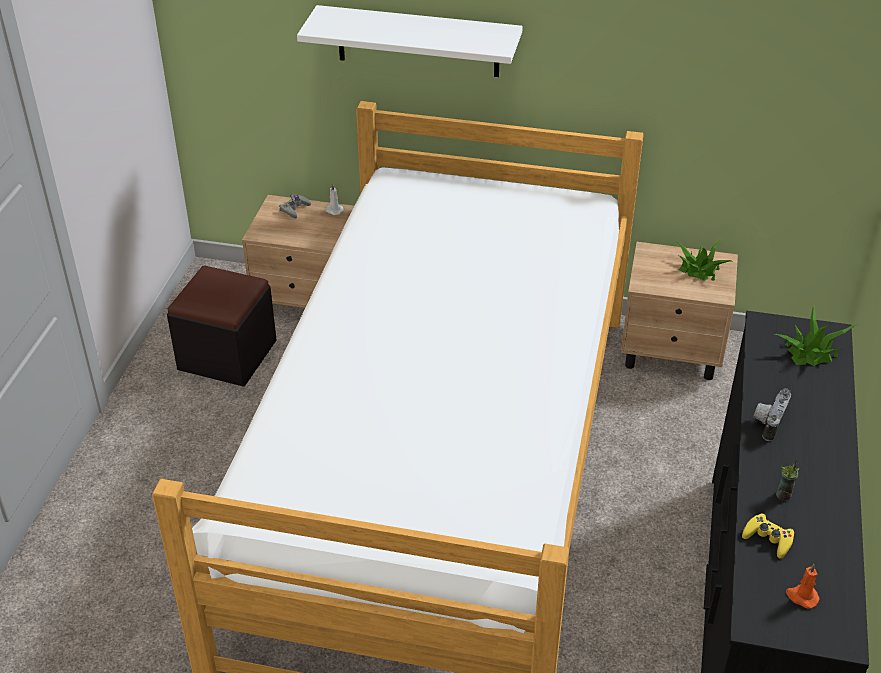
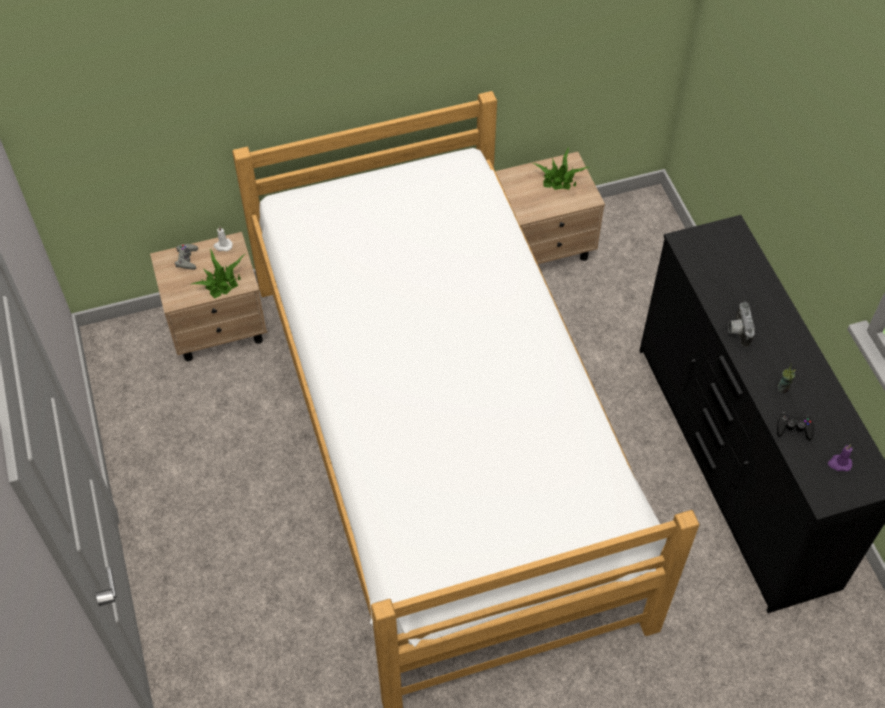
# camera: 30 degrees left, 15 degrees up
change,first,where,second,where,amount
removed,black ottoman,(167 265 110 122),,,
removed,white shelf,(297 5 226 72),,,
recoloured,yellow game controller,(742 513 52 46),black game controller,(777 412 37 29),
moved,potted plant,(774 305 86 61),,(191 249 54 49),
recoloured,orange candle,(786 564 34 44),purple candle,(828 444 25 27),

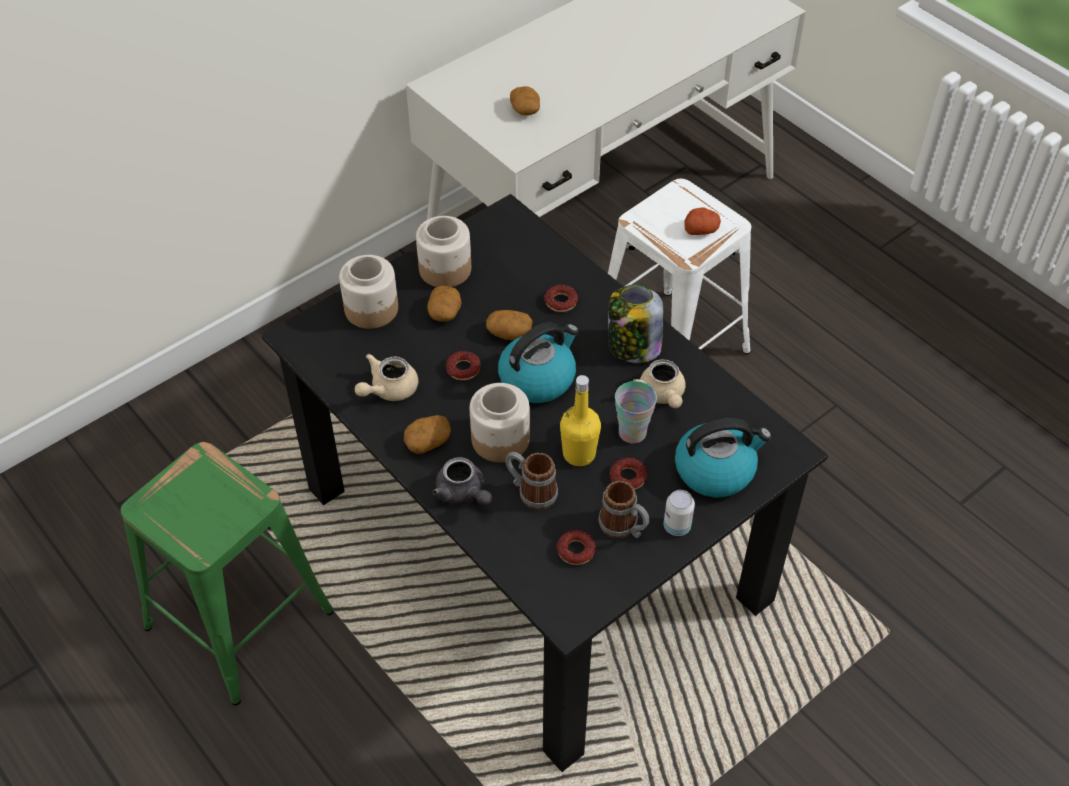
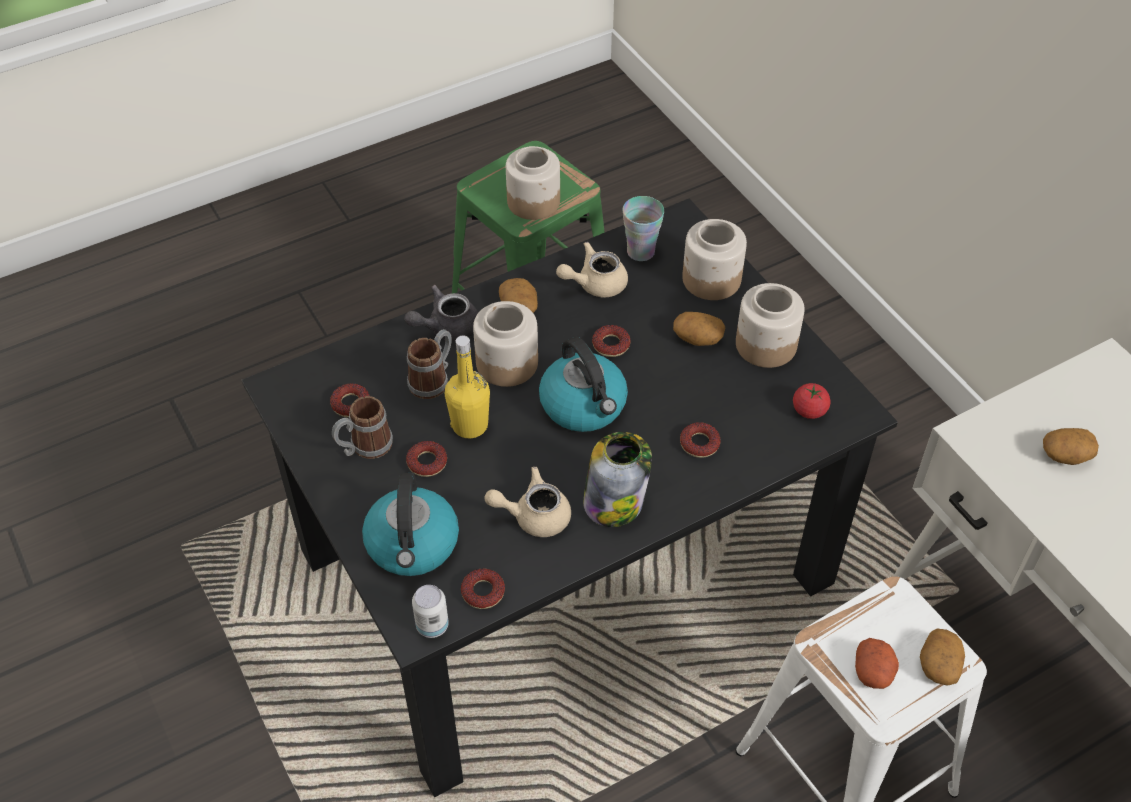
# camera: 100 degrees right, 0 degrees up
change,first,where,second,where,amount
turned,beige teapot,(355 354 63 47),,(556 242 72 55),75 degrees counterclockwise
moved,potato,(486 310 46 30),,(920 628 45 58),
moved,cup,(615 381 42 62),,(623 196 41 65),
moved,can,(664 490 31 46),,(412 585 37 53),
added,,,donut,(461 568 44 41),
added,,,jar,(506 146 54 74),
added,,,tomato,(793 383 37 36),

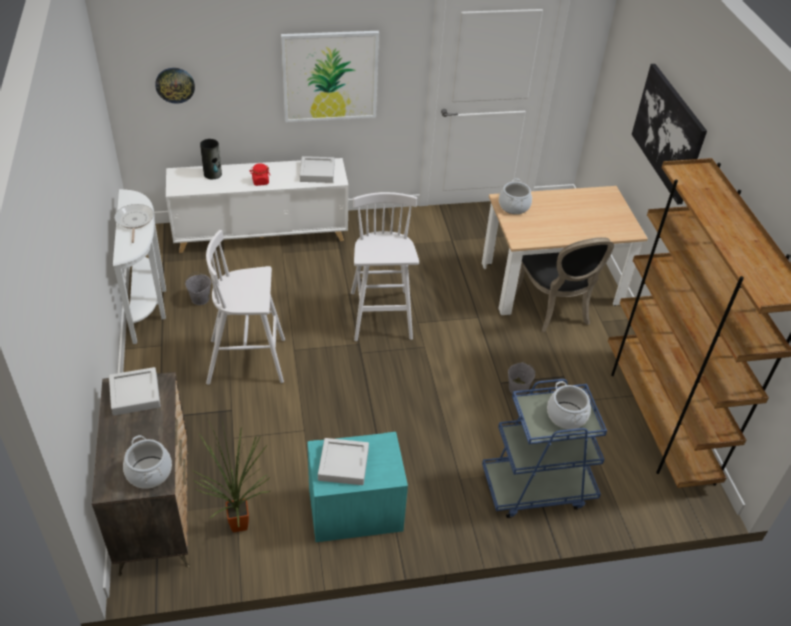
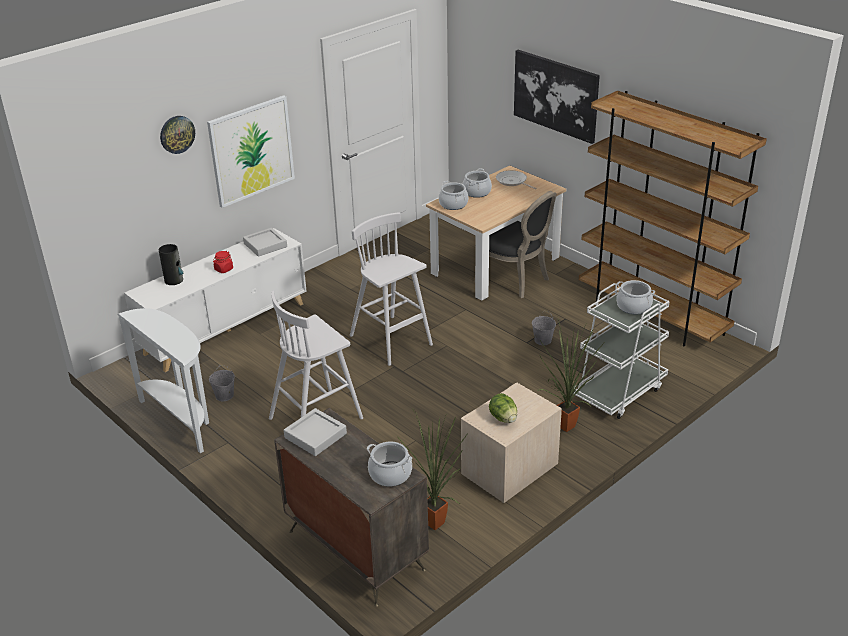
# camera: 30 degrees left, 10 degrees down
change,first,where,second,where,amount
moved,frying pan,(114 204 40 39),,(496 170 40 19),
moved,wall clock,(155 68 40 36),,(160 116 35 38),
recoloured,turquoise nightstand,(307 432 101 110),beige nightstand,(461 383 101 120),
replaced,grey tray,(318 438 51 47),lettuce,(489 393 28 30),
recoloured,blue cart,(482 379 125 139),white cart,(573 283 97 136),
added,,,cooking pot,(463 169 29 29),
added,,,potted plant,(537 320 67 112),

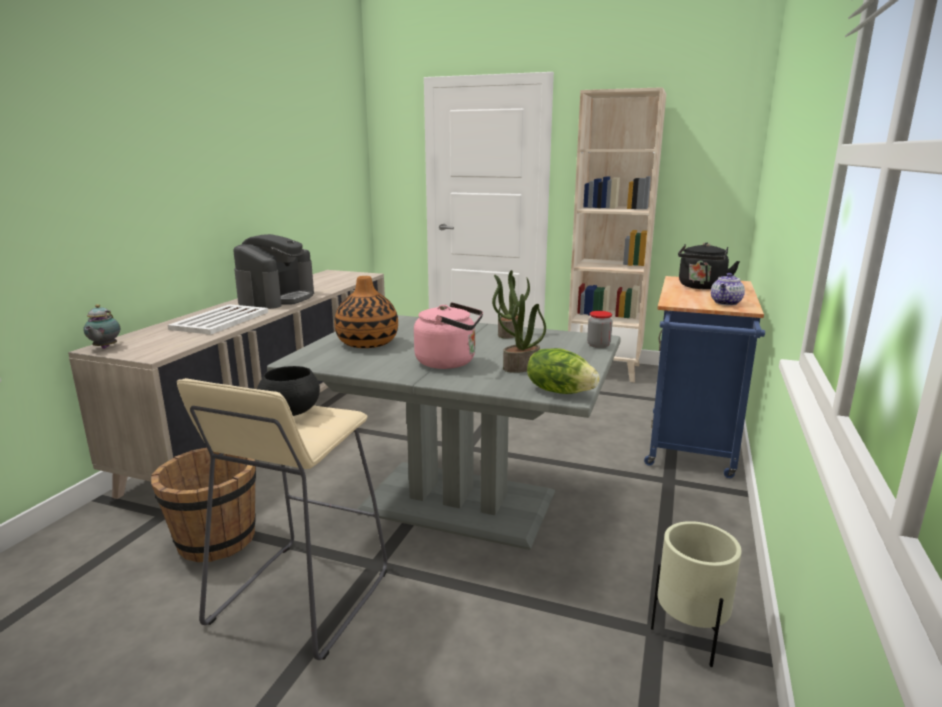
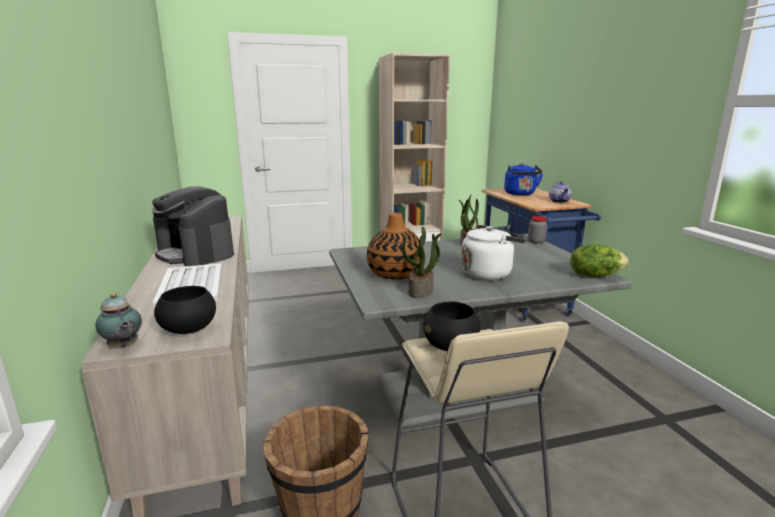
# camera: 35 degrees left, 0 degrees up
change,first,where,second,where,amount
turned,coffee machine,(233 234 81 75),,(152 186 82 80),150 degrees clockwise
recoloured,pink kettle,(414 302 69 67),white kettle,(461 224 65 56),
moved,potted plant,(498 294 48 79),,(402 226 40 72),
removed,beige planter,(651 521 91 146),,,
recoloured,black kettle,(678 243 62 47),blue kettle,(504 163 39 32),
added,,,black bowl,(154 286 62 48),

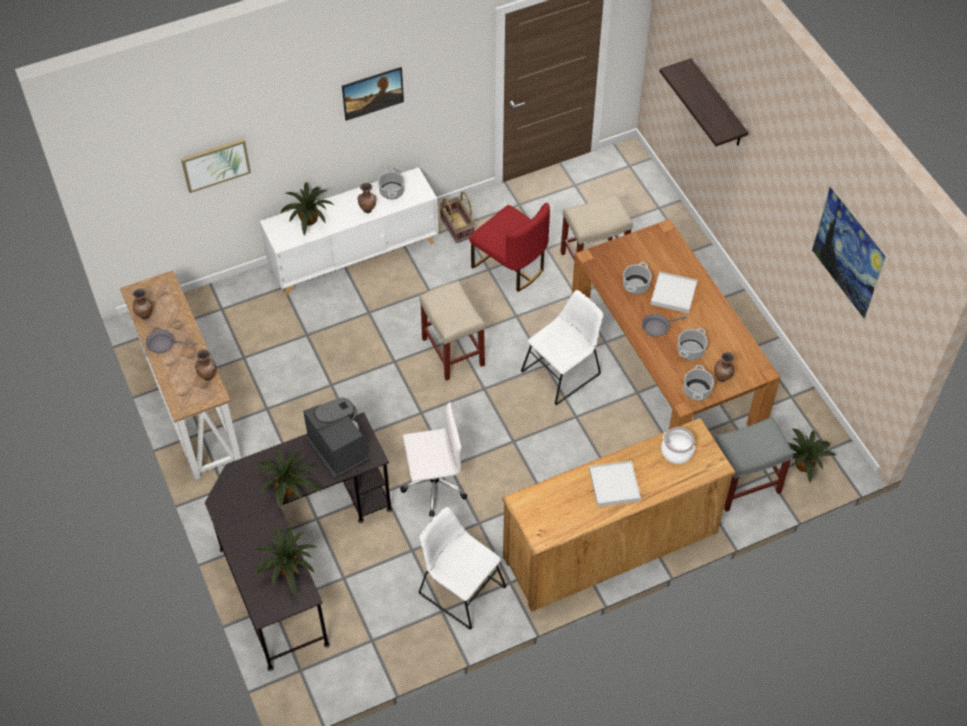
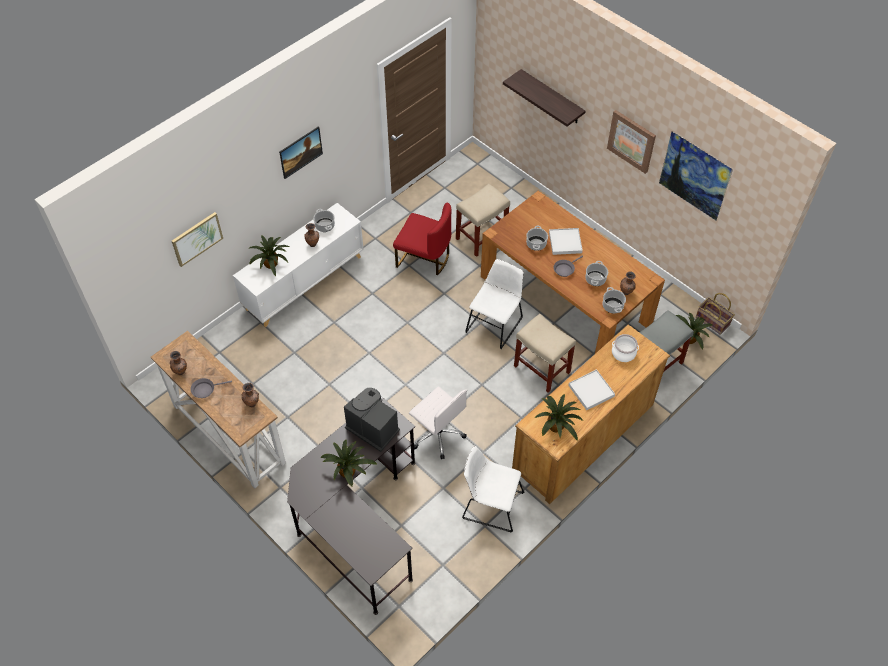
# camera: 20 degrees left, 0 degrees up
change,first,where,second,where,amount
moved,potted plant,(255 528 61 67),,(535 394 48 47),
turned,white office chair,(400 402 67 115),,(409 386 58 73),75 degrees clockwise
moved,beige stool,(419 281 66 100),,(514 314 62 79),
moved,basket,(439 191 36 52),,(696 293 39 42),
added,,,picture,(607 110 49 64),

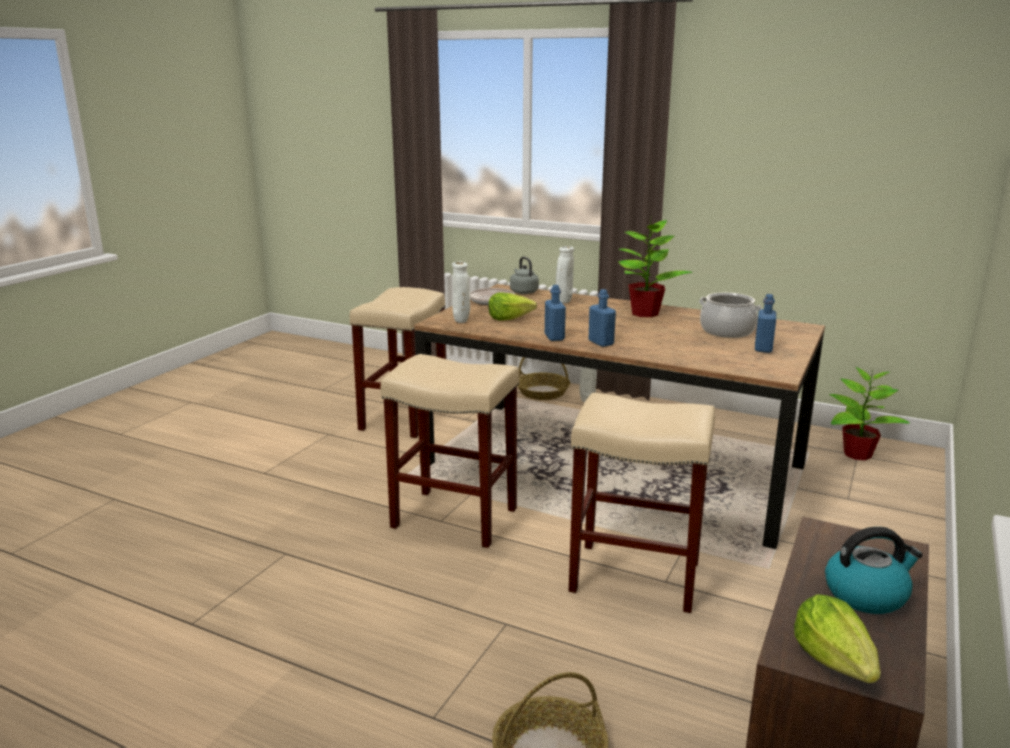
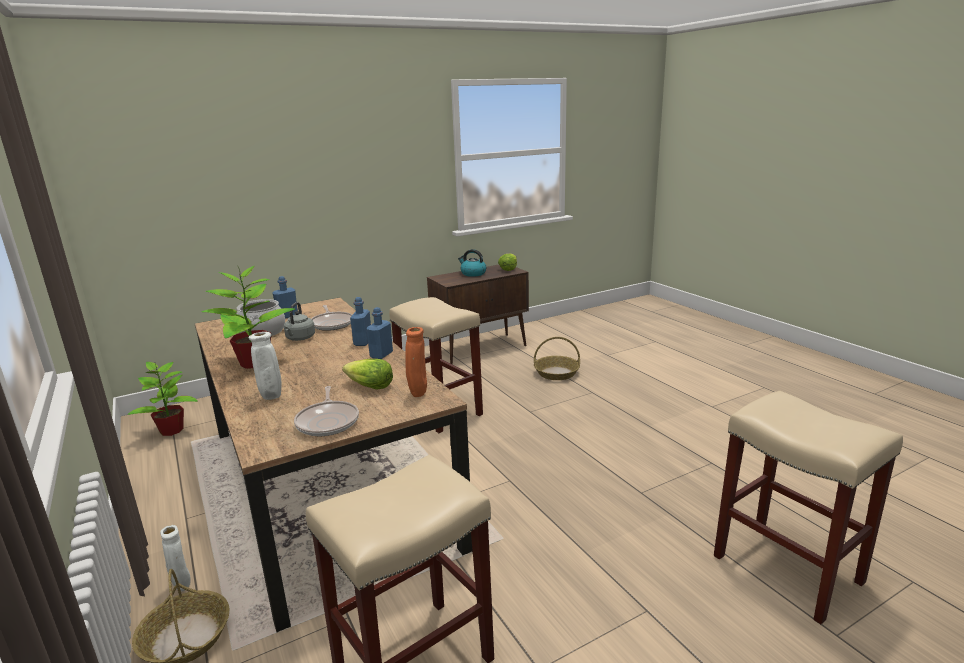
# camera: 145 degrees left, 0 degrees up
change,first,where,second,where,amount
moved,beige stool,(380 354 139 194),,(714 391 189 233),
recoloured,white vase,(452 262 18 61),orange vase,(405 327 22 70),
moved,grey kettle,(510 257 29 37),,(284 302 31 39),
added,,,frying pan,(311 305 41 26),

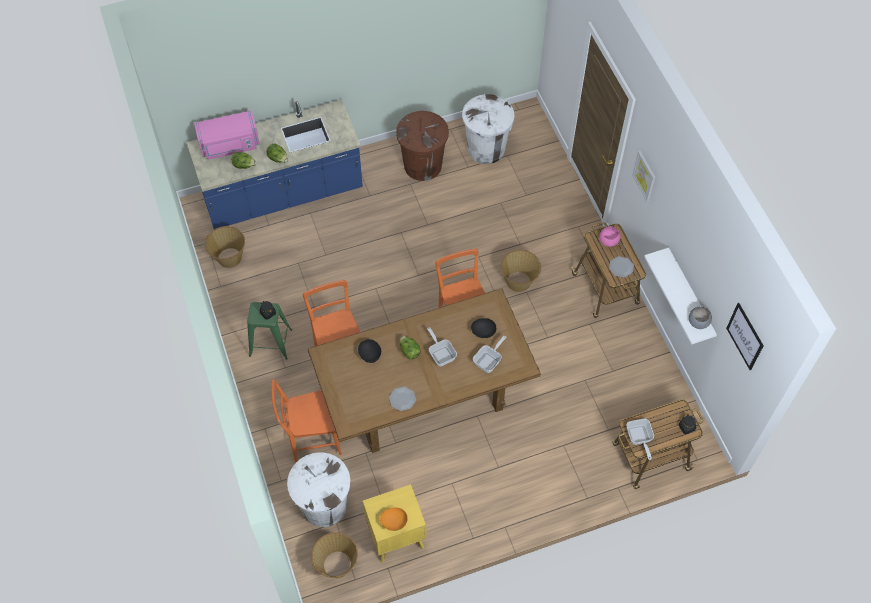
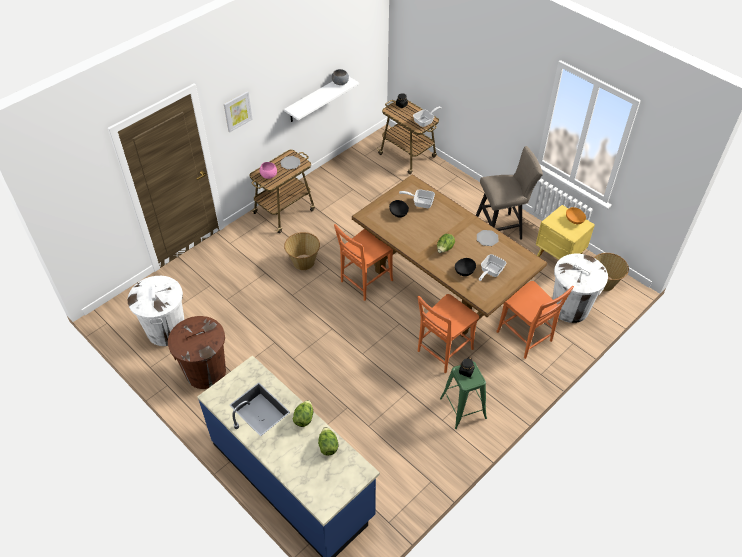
# camera: 115 degrees left, 10 degrees down
change,first,where,second,where,amount
removed,pink microwave,(194 110 66 50),,,
removed,basket,(205 226 40 42),,,
moved,frying pan,(427 327 30 39),,(479 254 28 27),
removed,picture,(726 303 38 67),,,
added,,,beige stool,(476 146 67 94),

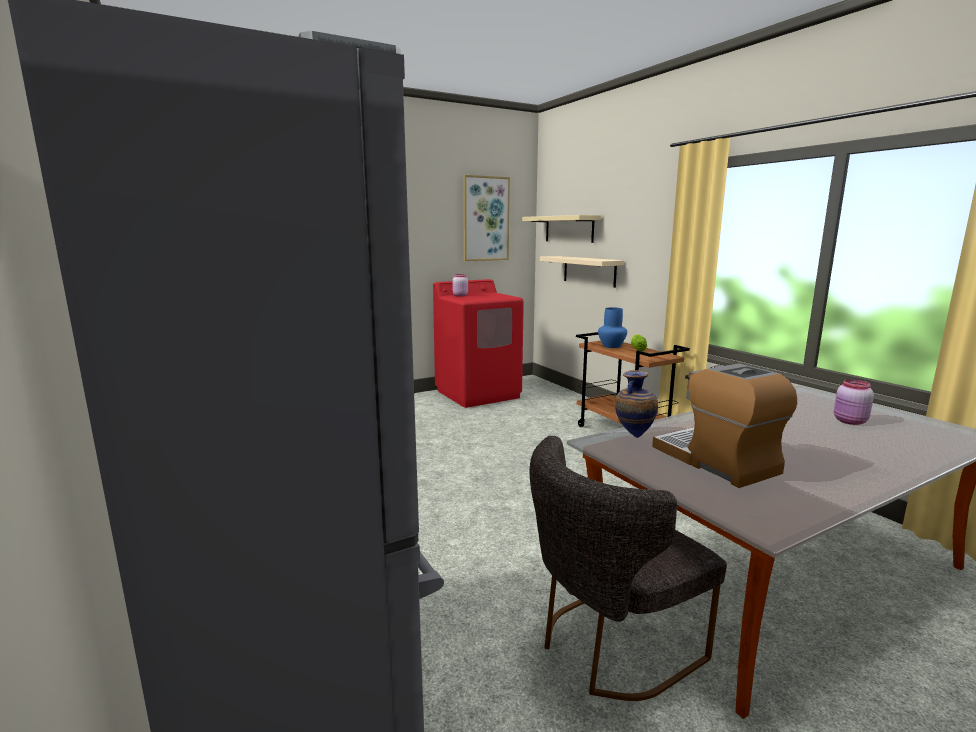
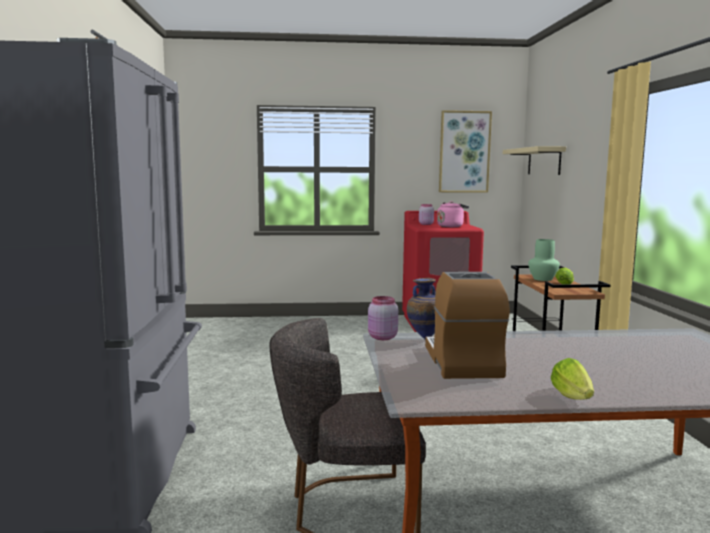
# camera: 25 degrees right, 5 degrees down
change,first,where,second,where,amount
removed,beige shelf,(540 256 84 32),,,
recoloured,blue vase,(598 307 29 41),green vase,(528 239 32 42),
moved,pink jar,(834 379 40 46),,(368 296 30 44),
added,,,pink kettle,(437 201 32 26),
added,,,lettuce,(551 358 43 42),

